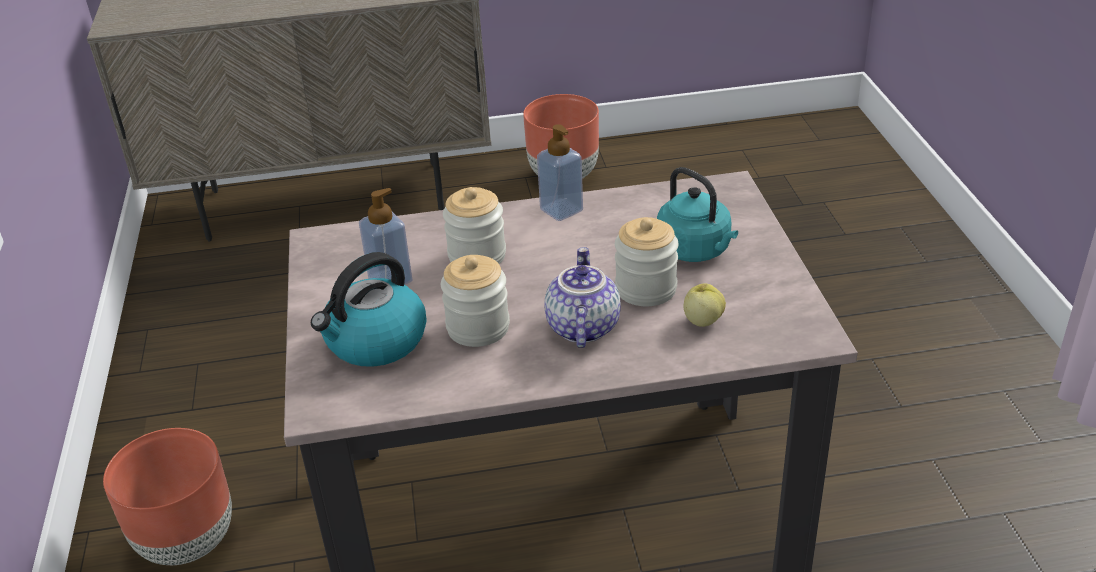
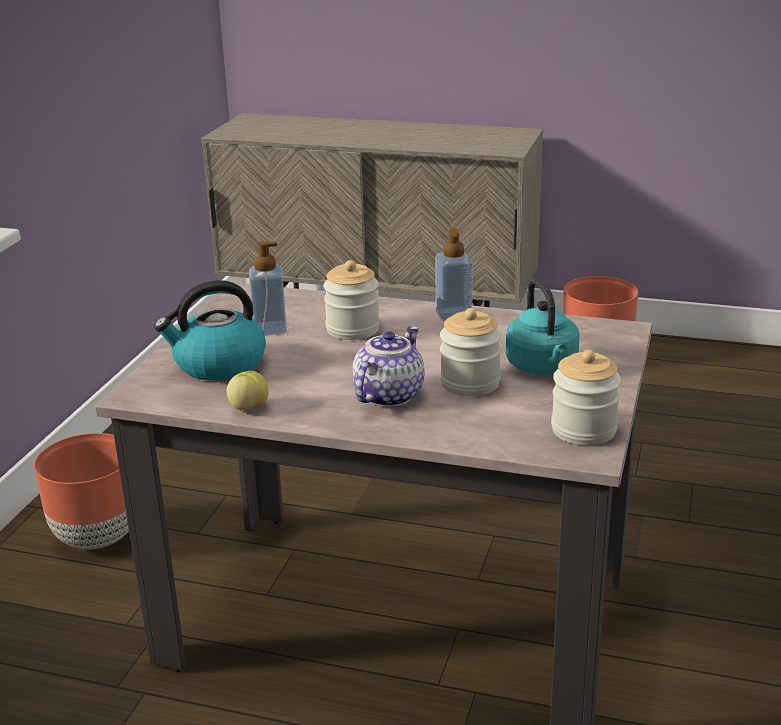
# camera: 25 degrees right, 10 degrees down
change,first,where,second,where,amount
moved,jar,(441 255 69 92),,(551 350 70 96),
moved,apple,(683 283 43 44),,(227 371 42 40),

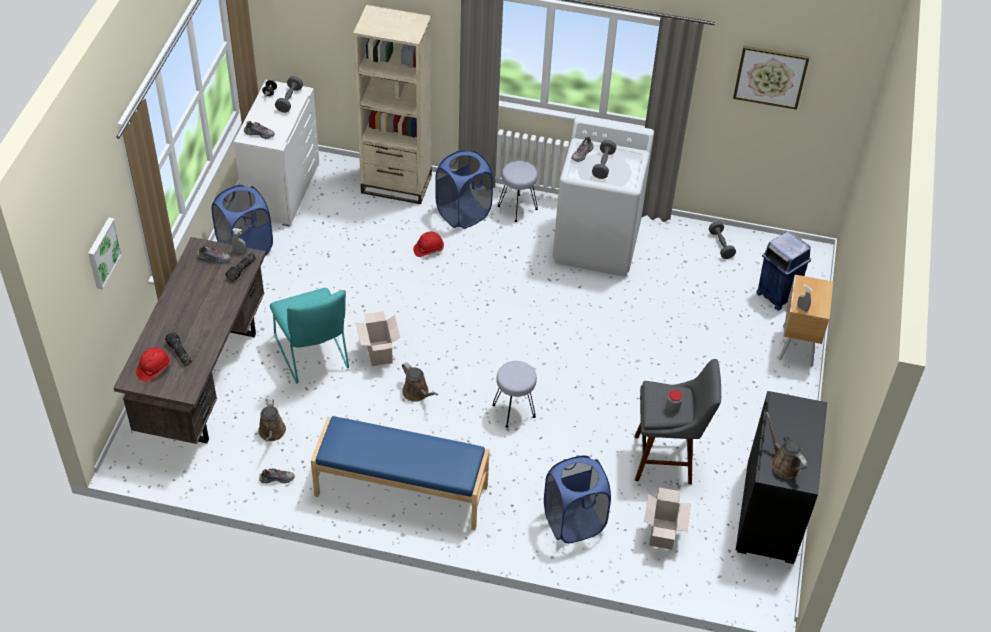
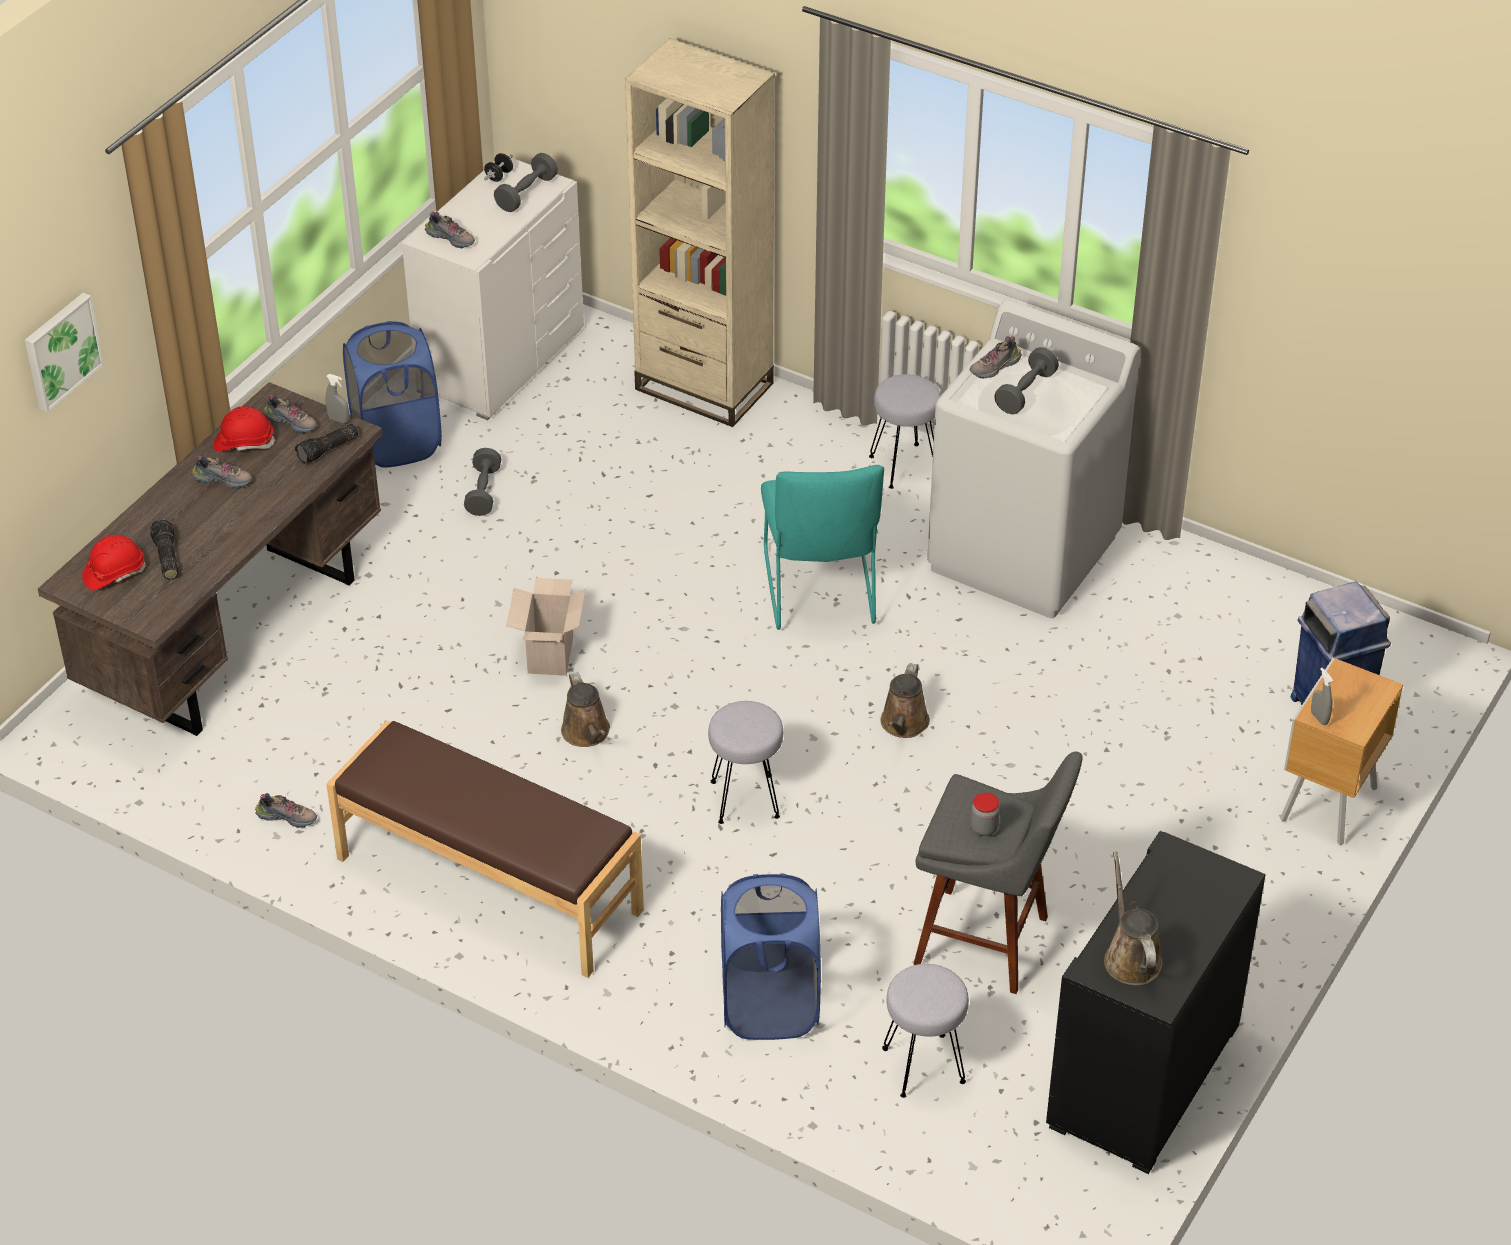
# camera: 20 degrees right, 5 degrees down
change,first,where,second,where,amount
moved,brown watering can,(258 399 28 43),,(880 663 50 75),
moved,turquoise chair,(270 288 79 96),,(761 465 123 165),
recoloured,blue bench,(311 416 179 114),brown bench,(326 721 318 257),
moved,red hard hat,(413 232 31 25),,(214 406 62 46),
removed,blue laundry basket,(435 150 58 79),,,
replaced,cardboard box,(644 487 47 63),grey stool,(882 964 87 134),
moved,grey dumbbell,(709 221 27 38),,(464 448 37 68),
removed,picture,(733 46 76 64),,,
added,,,shoe,(192 455 60 34),

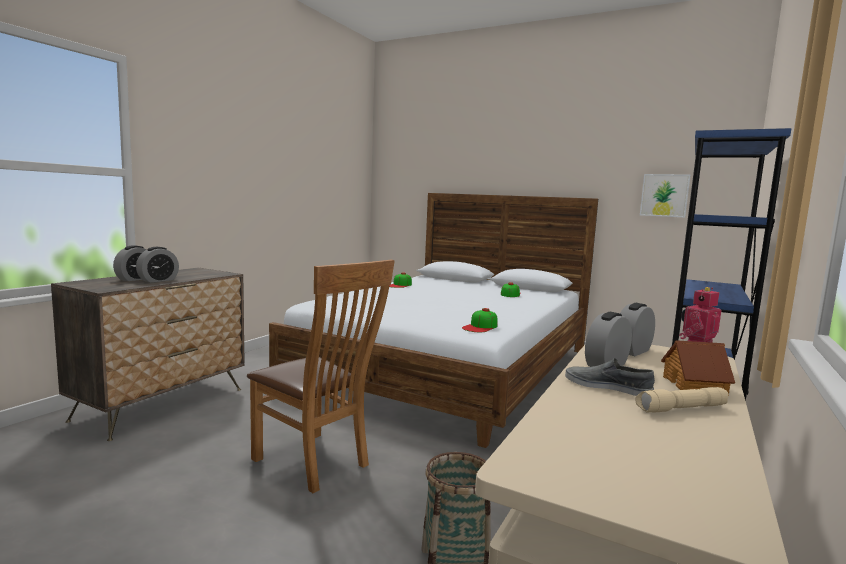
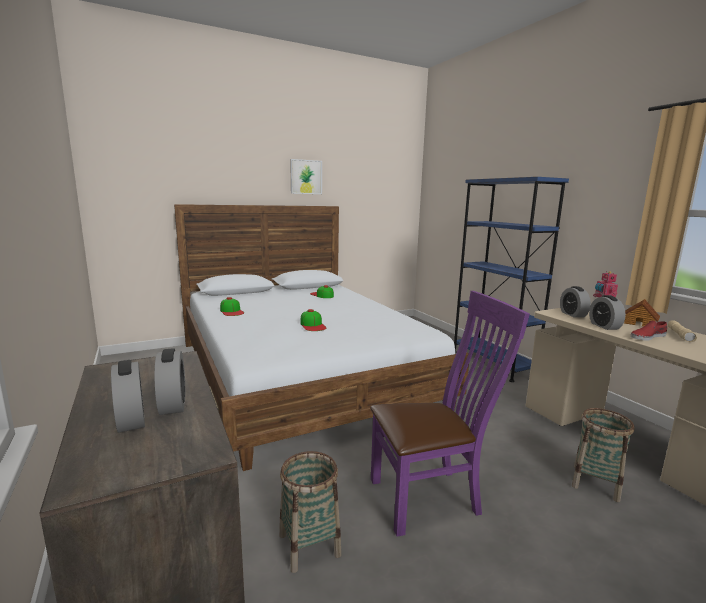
# camera: 55 degrees left, 5 degrees up
change,first,where,second,where,amount
recoloured,brown chair,(247 260 148 233),purple chair,(370 291 160 246),
moved,cap,(462 308 36 24),,(300 309 27 22),
recoloured,grey shoe,(565 358 90 38),red shoe,(630 321 37 20),
moved,picture,(640 174 50 44),,(290 159 32 35),
added,,,basket,(279 451 62 122),

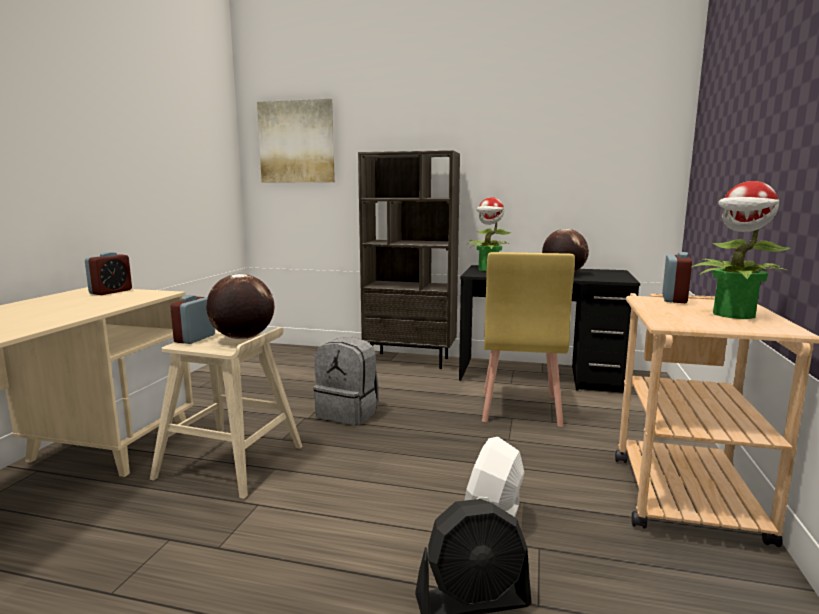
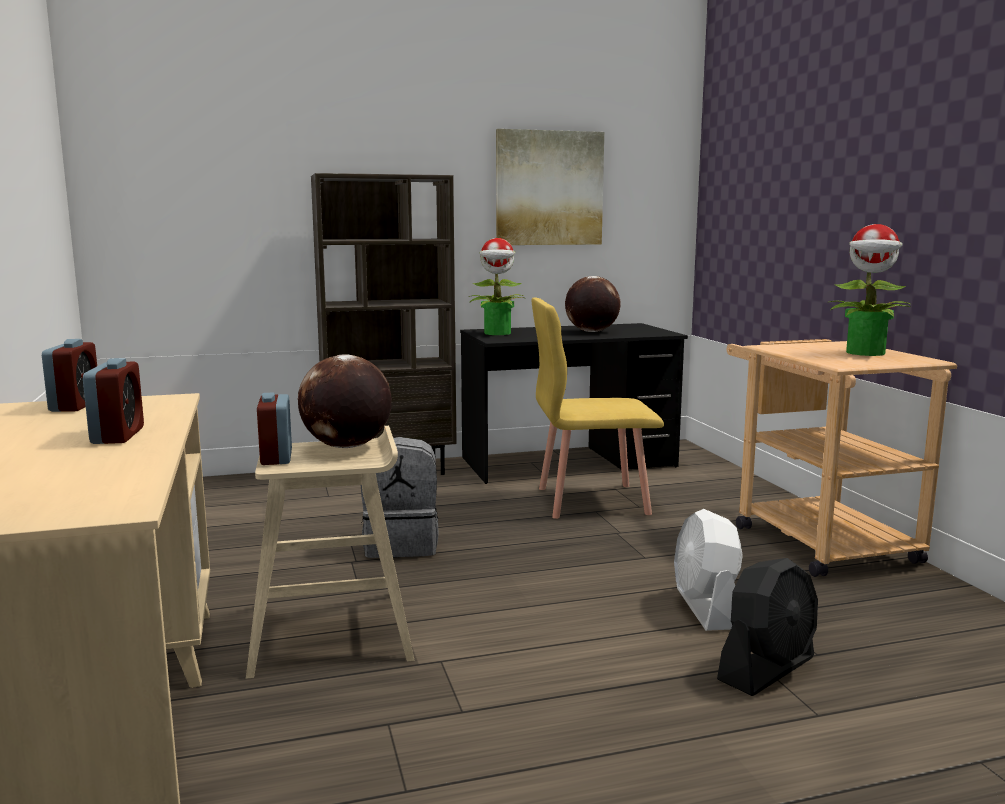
# camera: 30 degrees left, 0 degrees up
change,first,where,second,where,amount
moved,picture,(257 99 78 84),,(496 129 108 116),
turned,yellow chair,(482 252 93 175),,(532 298 132 221),105 degrees clockwise
moved,alarm clock,(662 252 30 51),,(83 358 61 86),

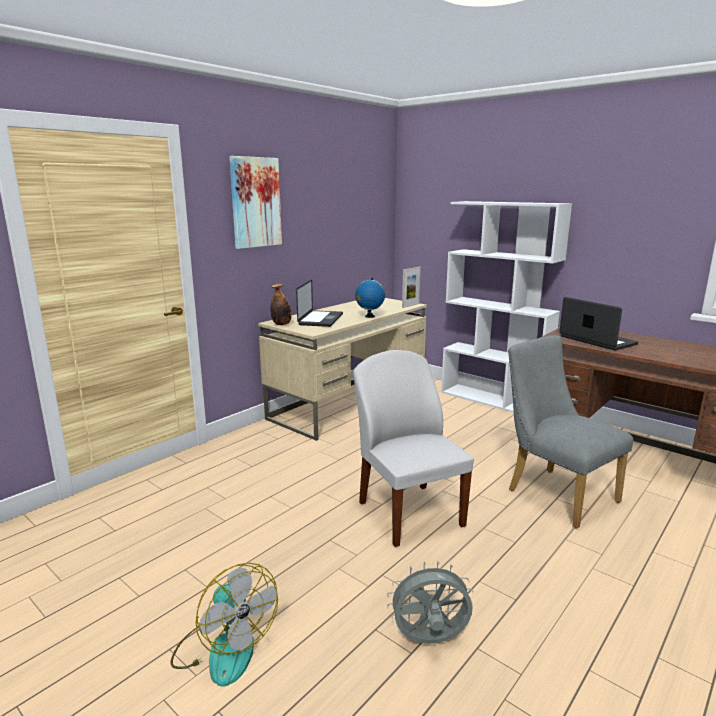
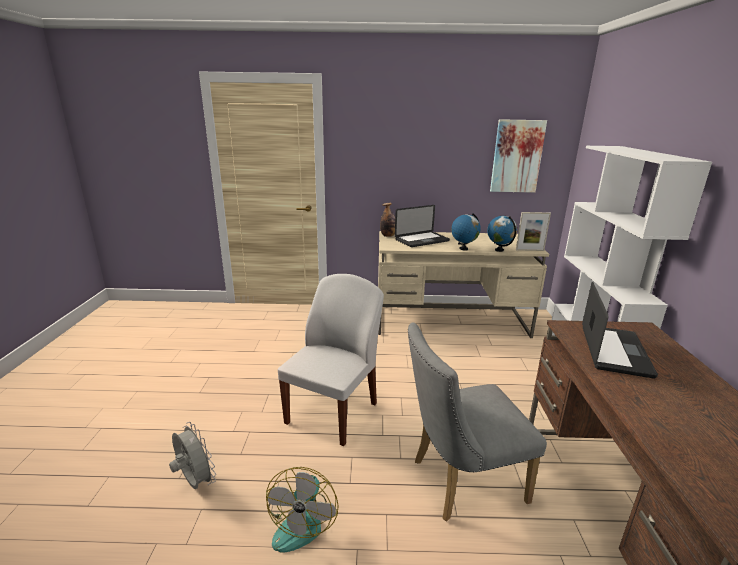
# camera: 50 degrees right, 5 degrees up
change,first,where,second,where,amount
moved,fan,(170 563 108 124),,(266 467 73 86),
moved,picture,(229 156 53 93),,(490 119 57 74),
turned,grey chair,(508 335 125 194),,(408 322 139 200),120 degrees counterclockwise
added,,,globe,(487 216 30 36),

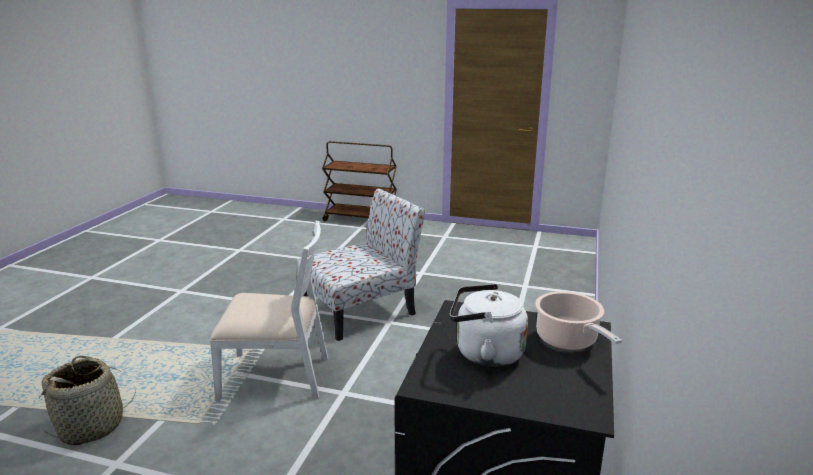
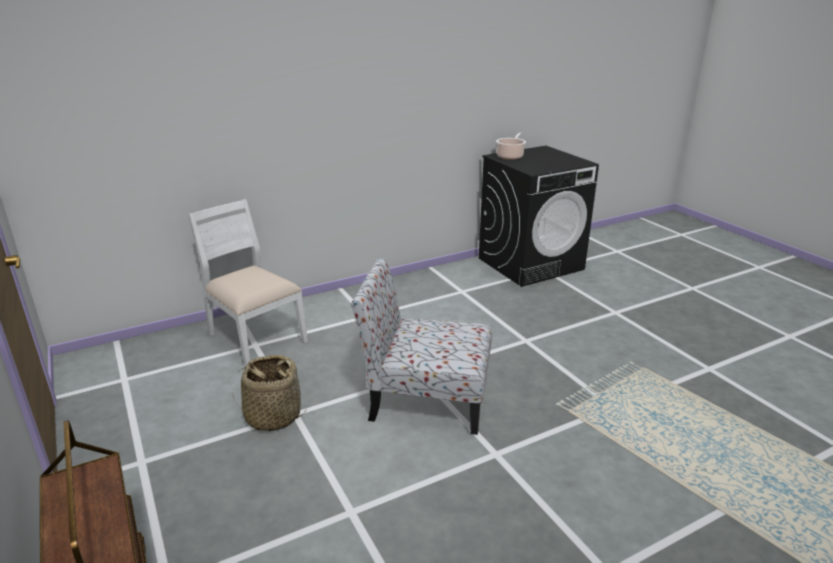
# camera: 135 degrees left, 5 degrees up
change,first,where,second,where,amount
moved,basket,(39 356 97 89),,(232 355 74 76),
moved,white chair,(210 220 118 182),,(188 199 120 168),
removed,white kettle,(450 284 78 83),,,

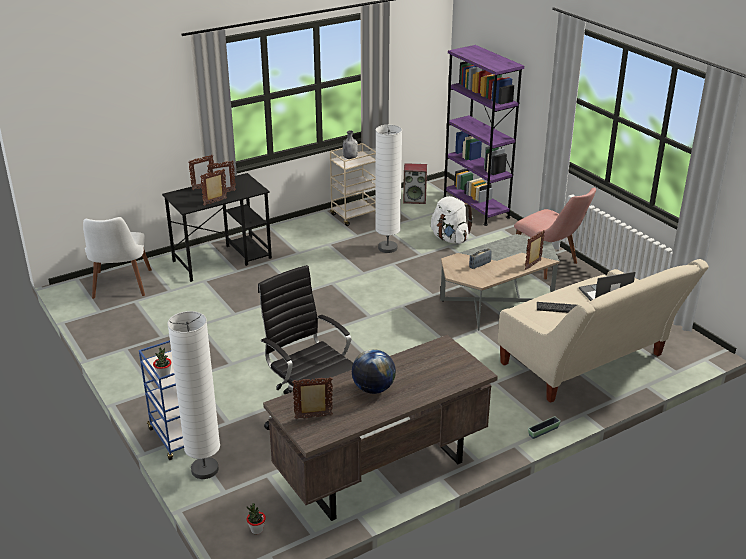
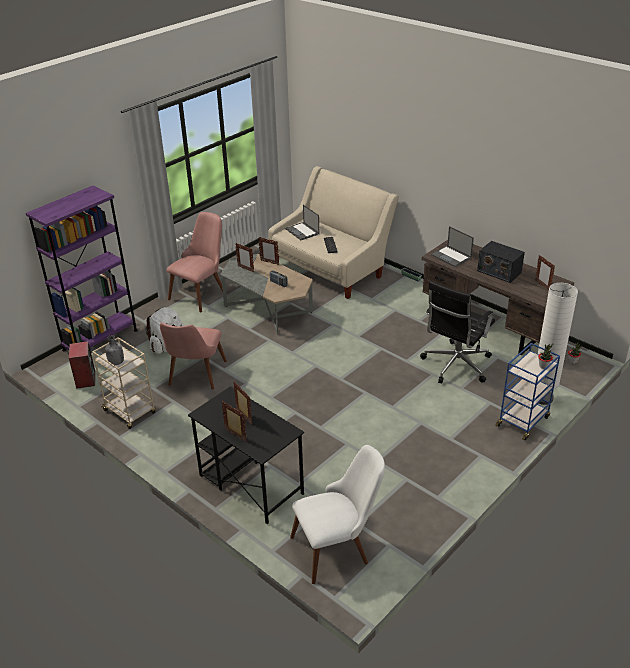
# camera: 105 degrees left, 5 degrees up
change,first,where,second,where,amount
moved,picture frame,(200 169 27 36),,(235 243 19 29),
replaced,globe,(352 349 44 45),radio,(477 241 48 42),
replaced,white floor lamp,(375 125 27 128),pink chair,(160 322 67 68),
added,,,laptop,(431 226 43 41),

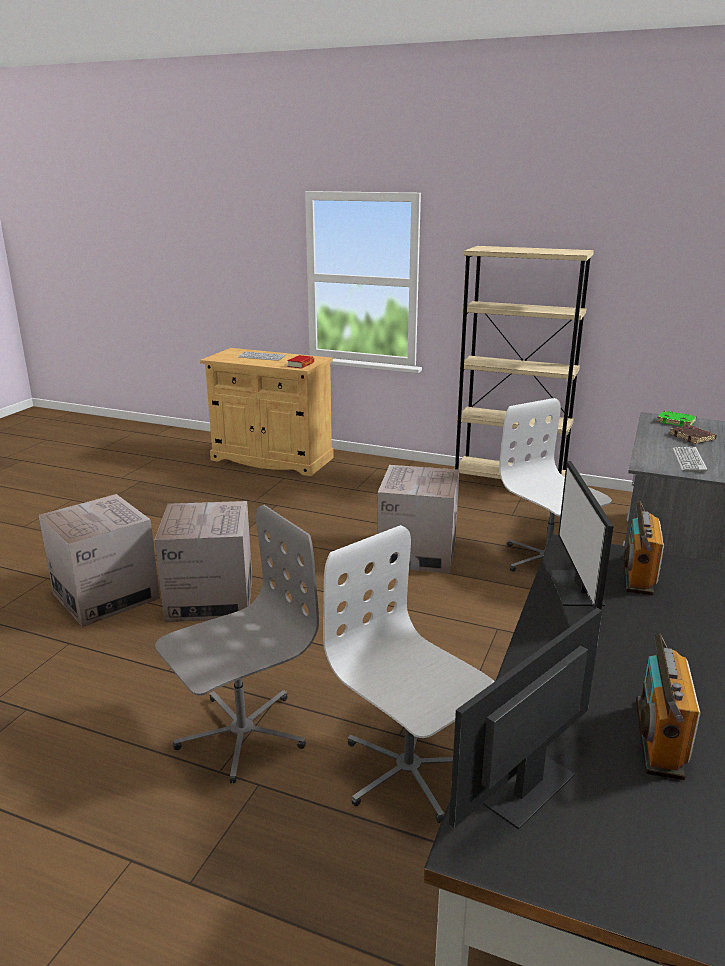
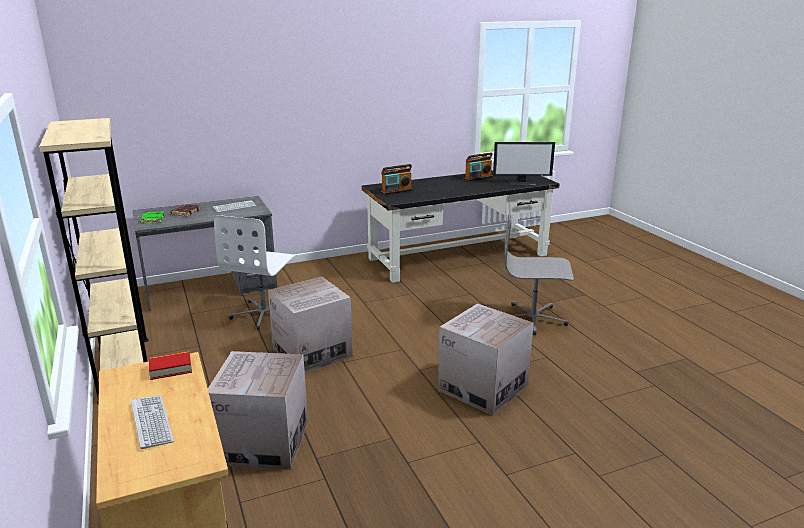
# camera: 135 degrees left, 0 degrees up
change,first,where,second,where,amount
moved,cardboard box,(38 494 122 133),,(208 351 100 119),
removed,white office chair,(323 525 172 298),,,
removed,monitor,(548 461 66 149),,,

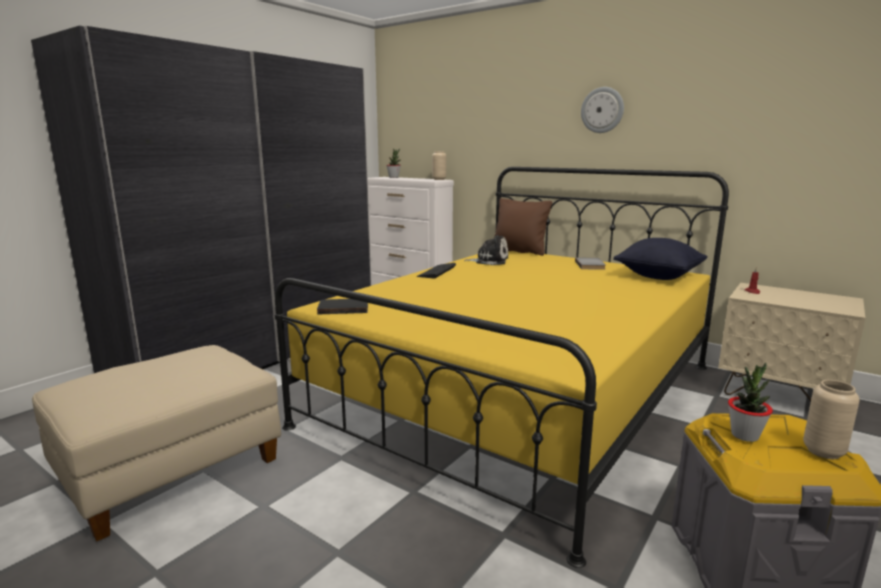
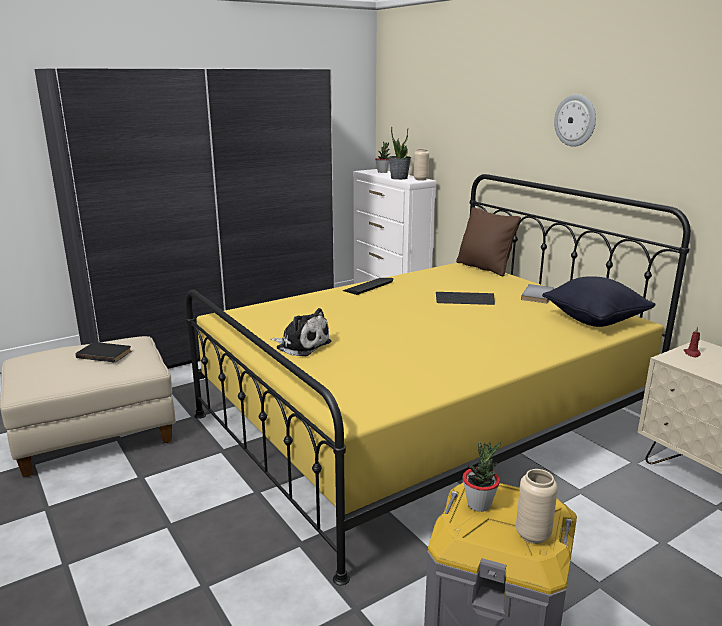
# camera: 20 degrees right, 5 degrees up
change,first,where,second,where,amount
moved,black book,(317 299 51 15),,(75 342 56 21),
moved,plush toy,(464 235 45 30),,(270 308 61 48),
added,,,potted plant,(388 126 23 54),
added,,,keyboard,(436 292 59 13),

